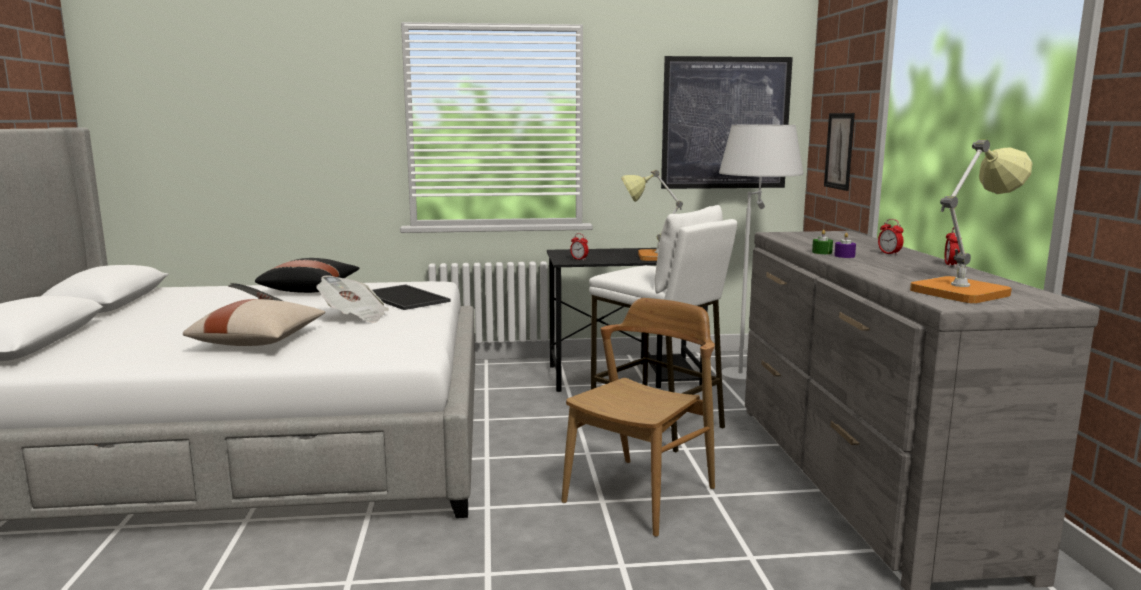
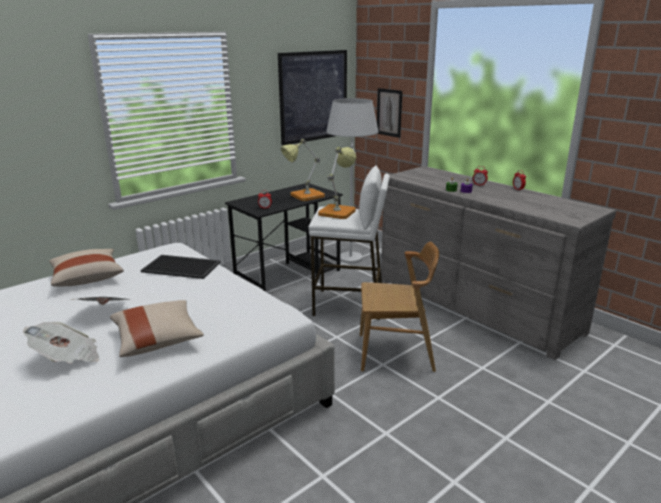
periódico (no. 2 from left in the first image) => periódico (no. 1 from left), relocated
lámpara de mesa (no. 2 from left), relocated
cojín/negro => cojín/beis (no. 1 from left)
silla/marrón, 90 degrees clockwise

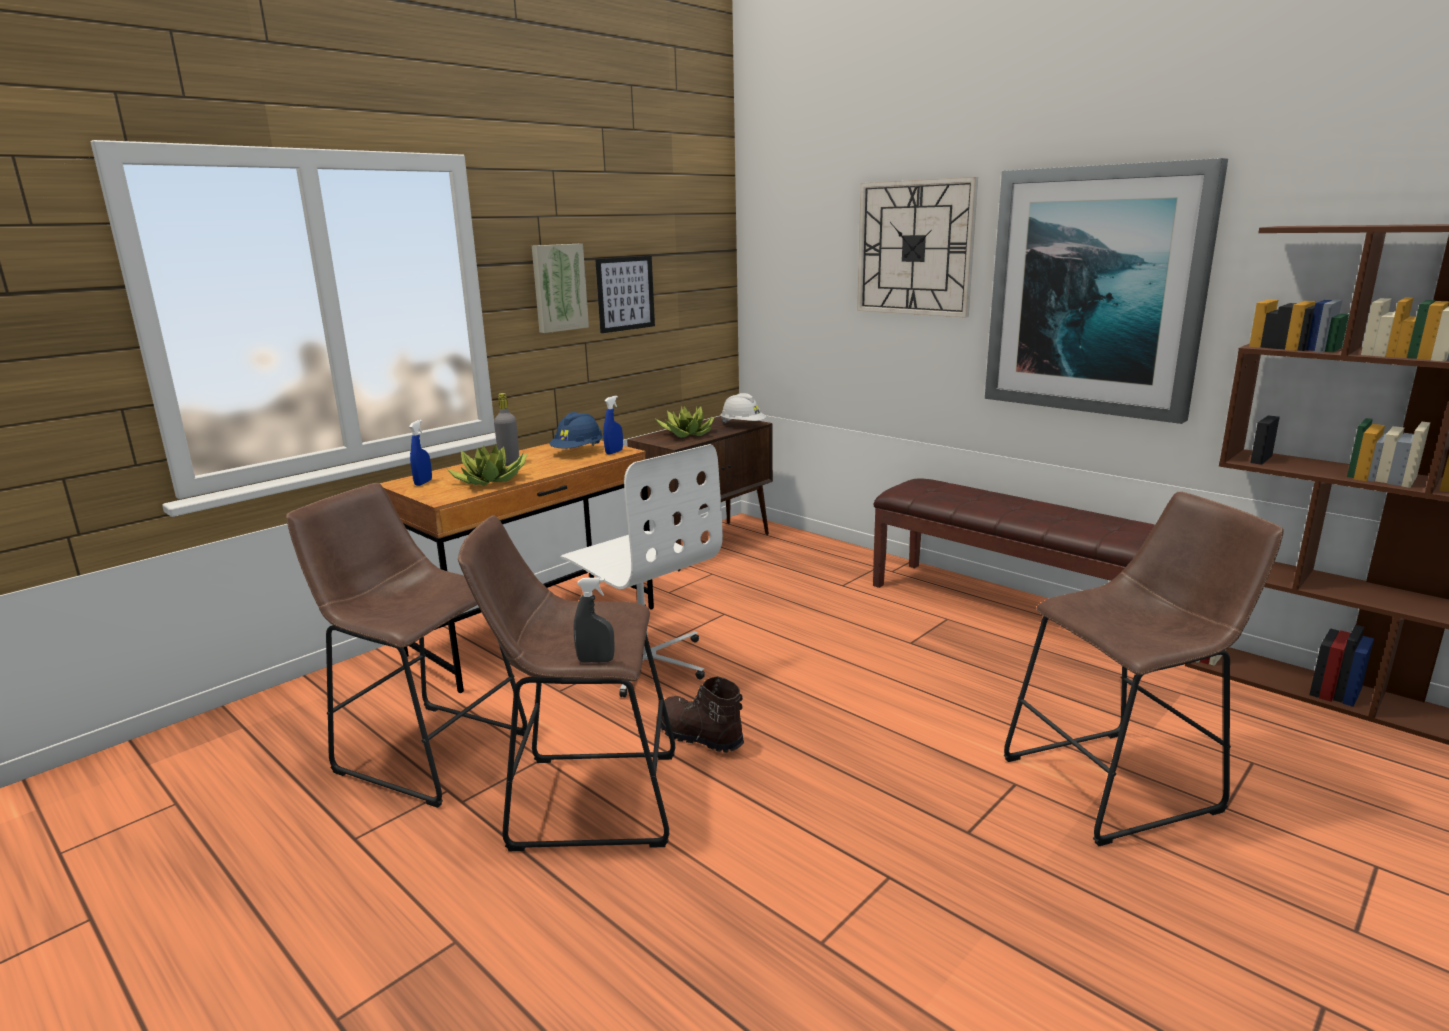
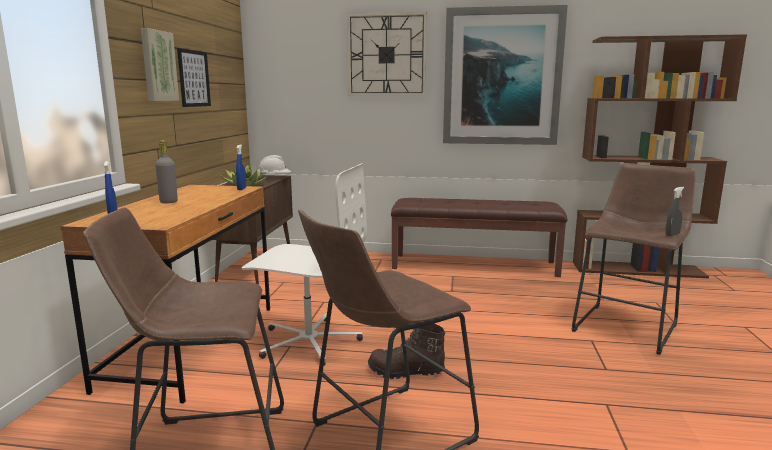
planta en maceta (no. 1 from left) => nothing
casco/azul => nothing
pulverizador/gris, relocated

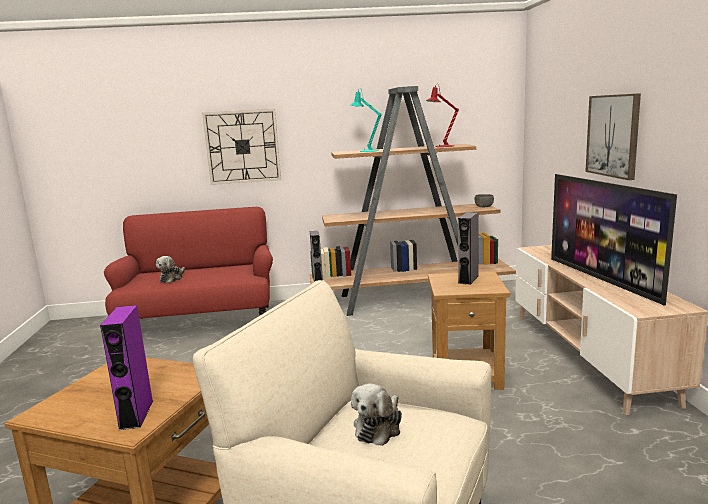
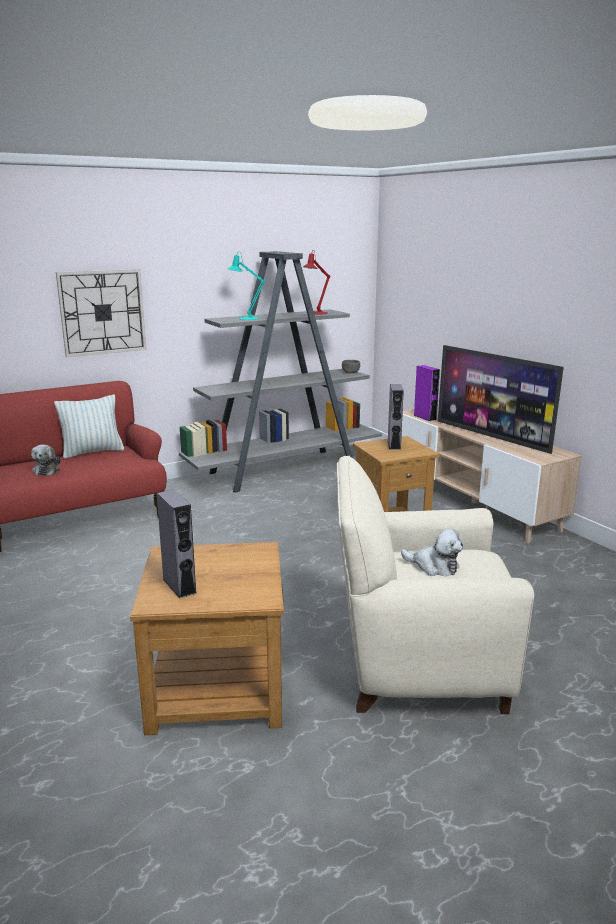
cuadro => nothing
nothing => cojín
altavoz/morado, relocated
altavoz/gris (no. 1 from left), relocated
estantería/marrón => estantería/gris
peluche (no. 2 from left), 60 degrees counterclockwise

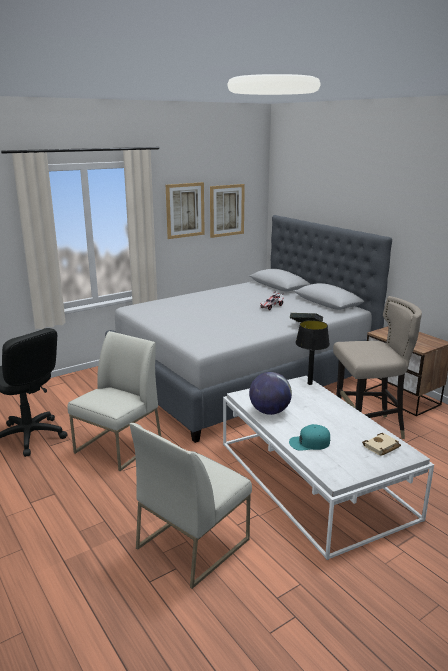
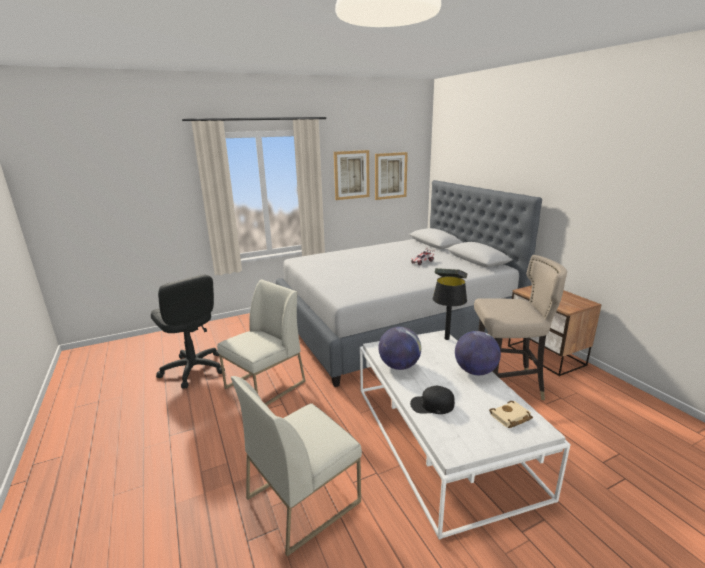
nothing => globo terráqueo (no. 2 from left)
gorra/turquesa => gorra/negro

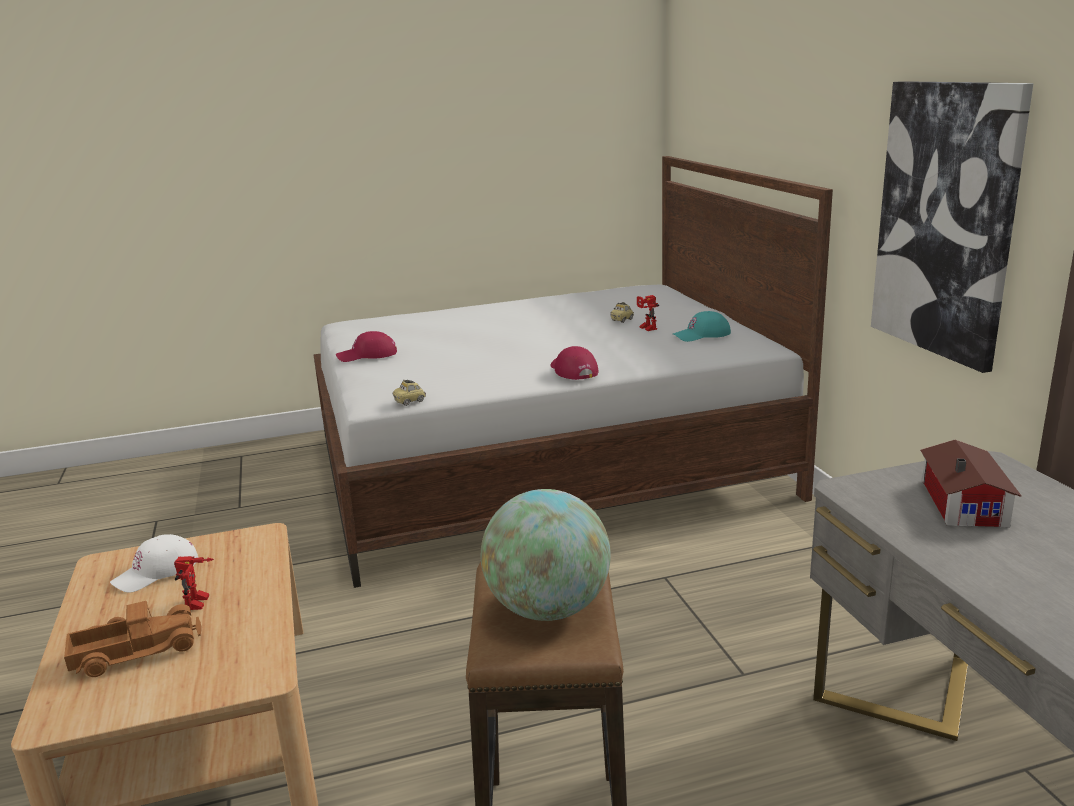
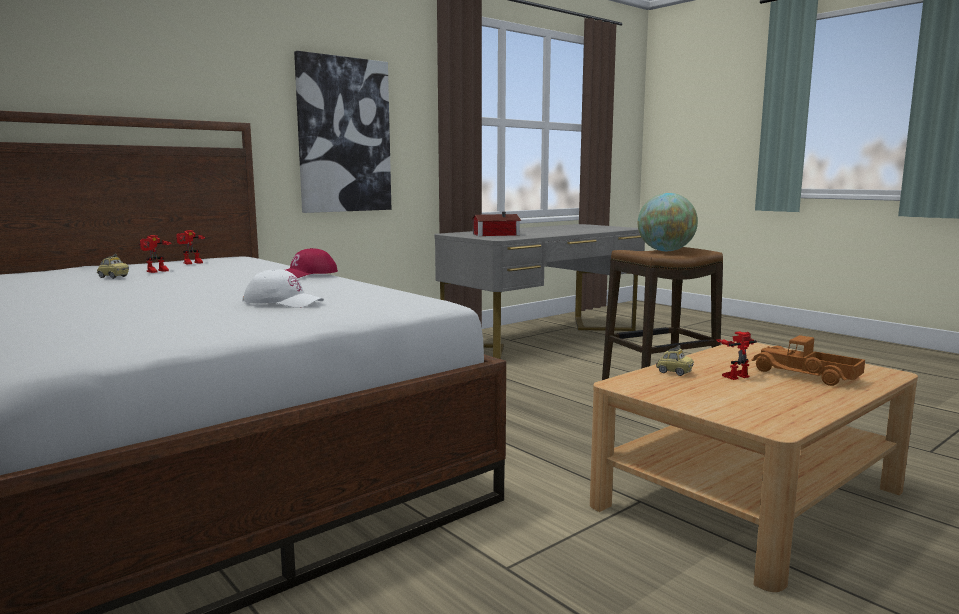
gorra/rojo (no. 1 from left) => nothing
gorra/blanco, relocated
coche de juguete (no. 1 from left in the first image) => coche de juguete (no. 2 from left), relocated
gorra/turquesa => robot de juguete (no. 2 from left)

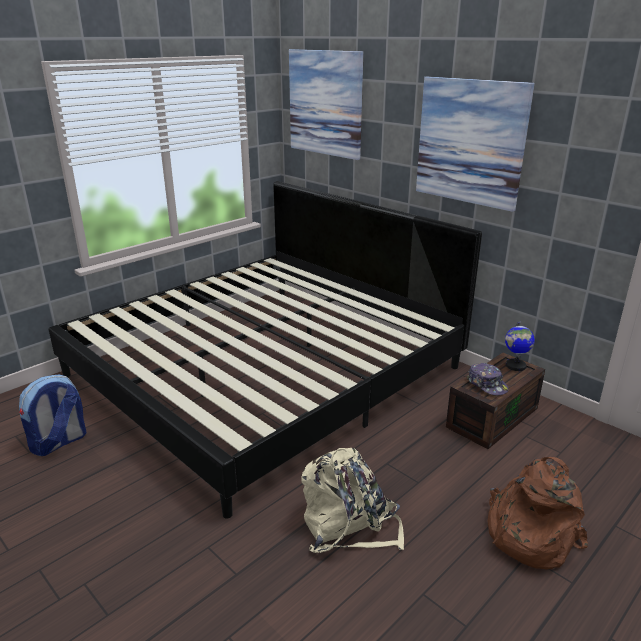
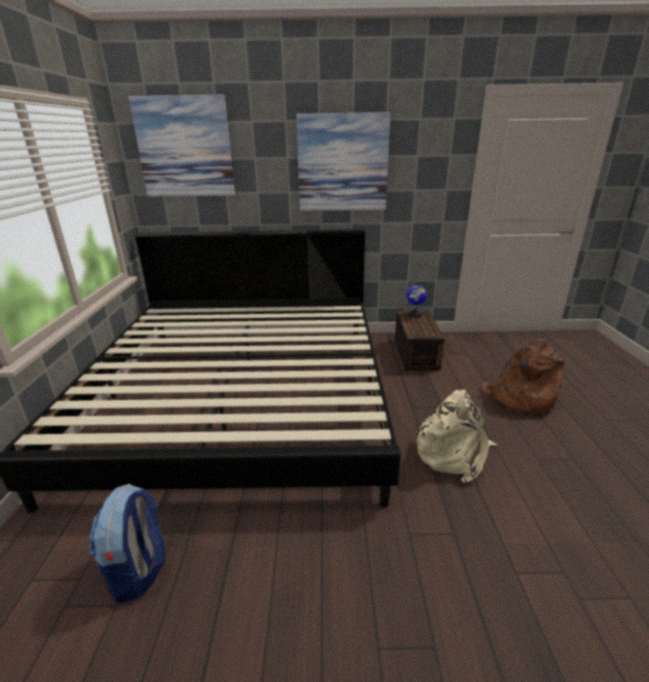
gorra => nothing

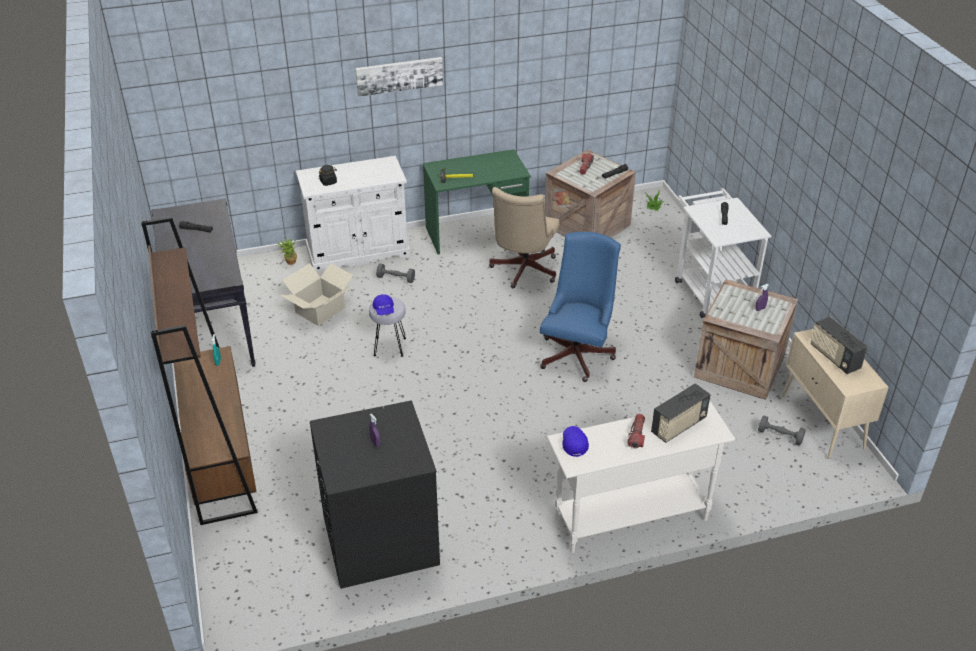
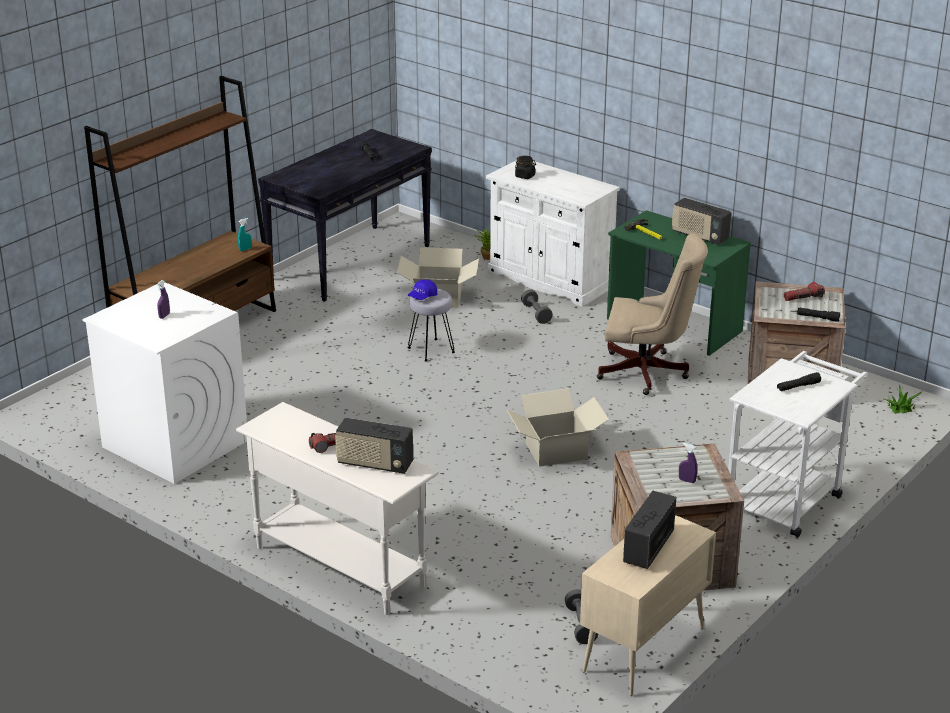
cuadro => nothing
gorra/azul (no. 2 from left) => nothing
nothing => radio (no. 3 from left)
silla de oficina/azul => caja de cartón (no. 2 from left)
lavadora/negro => lavadora/blanco
silla de oficina/beis, 150 degrees counterclockwise

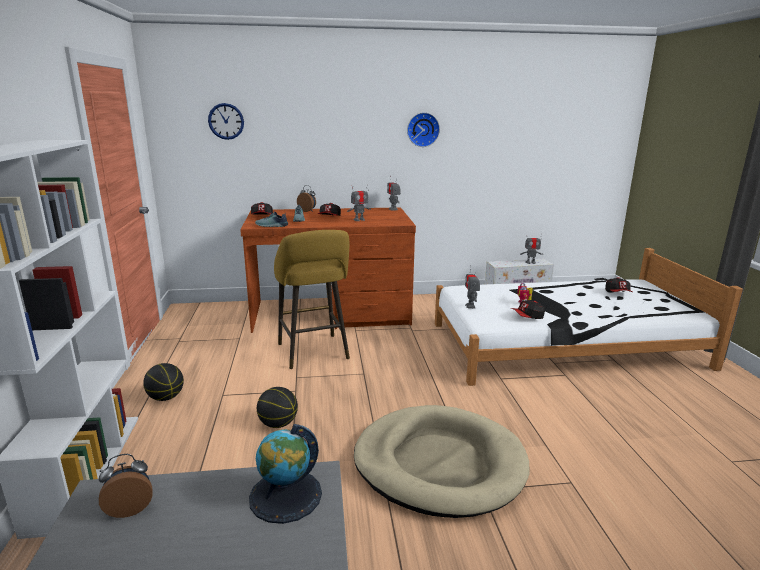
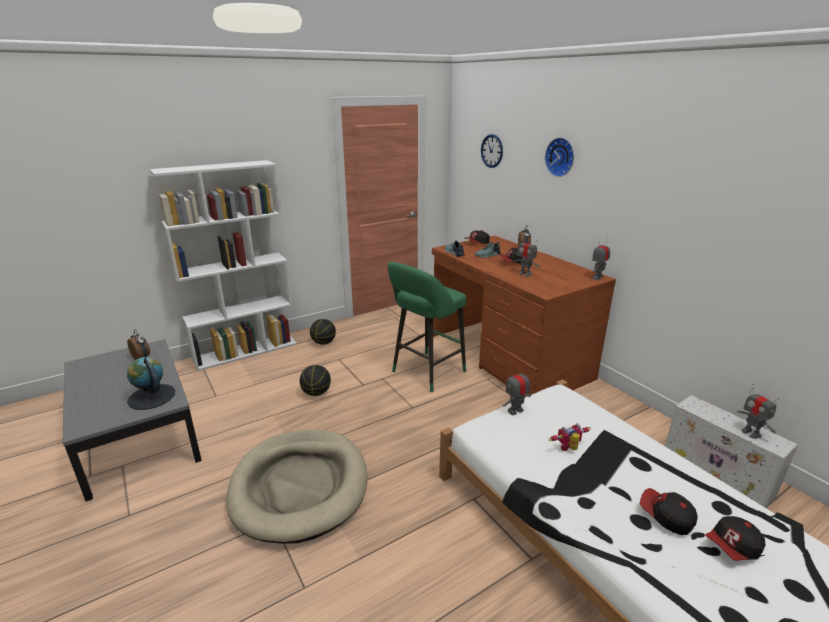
reloj de pared (no. 2 from left), relocated
gorra (no. 3 from left), relocated
taburete/amarillo => taburete/verde

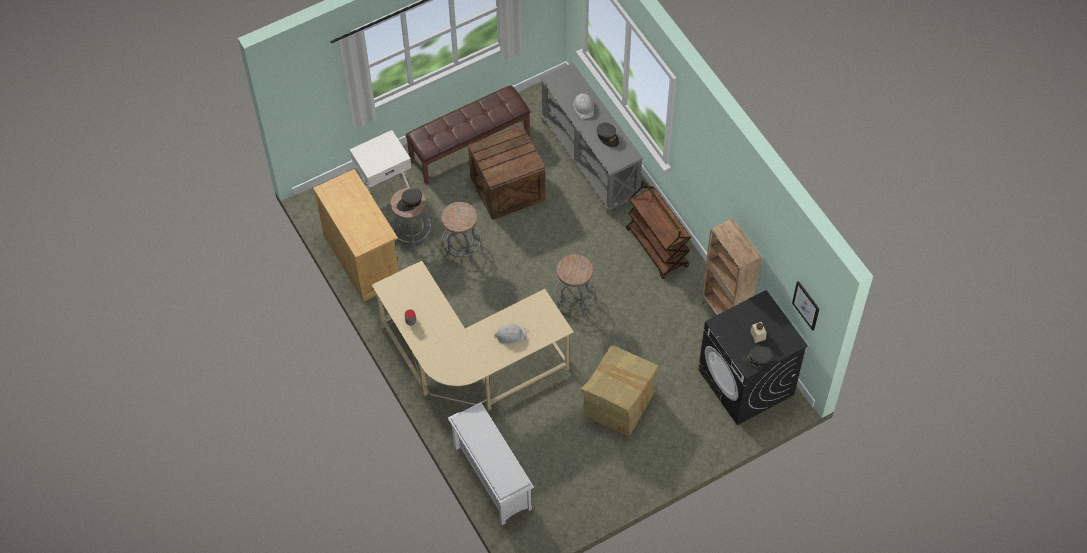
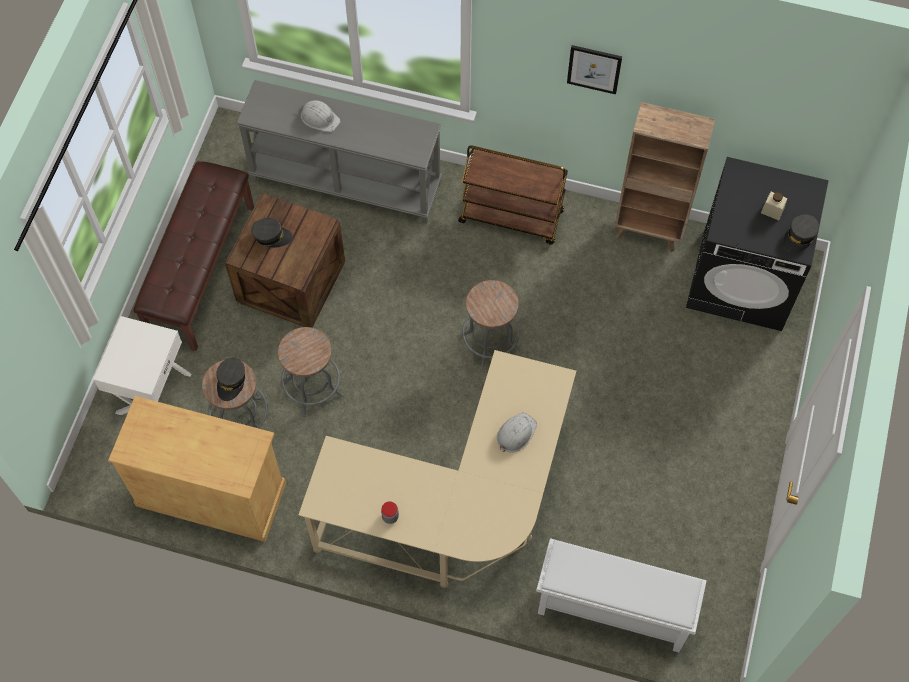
caja de cartón => nothing
gorra/gris (no. 2 from left), relocated
cuadro, relocated

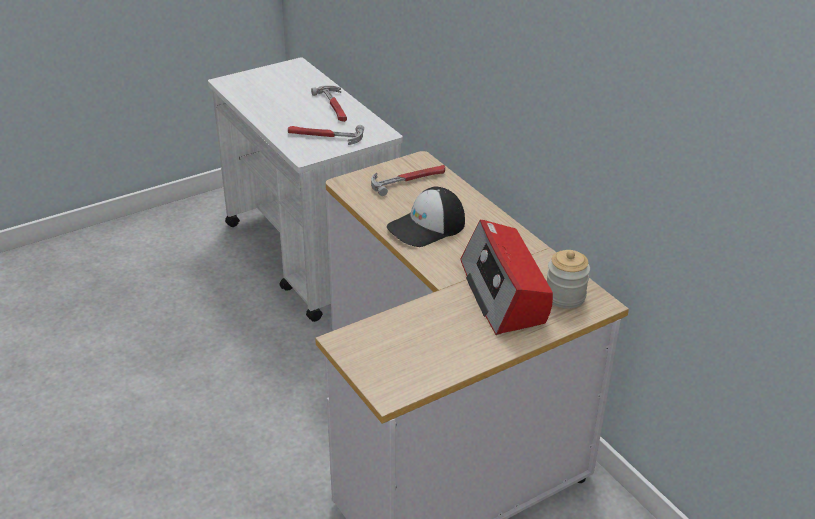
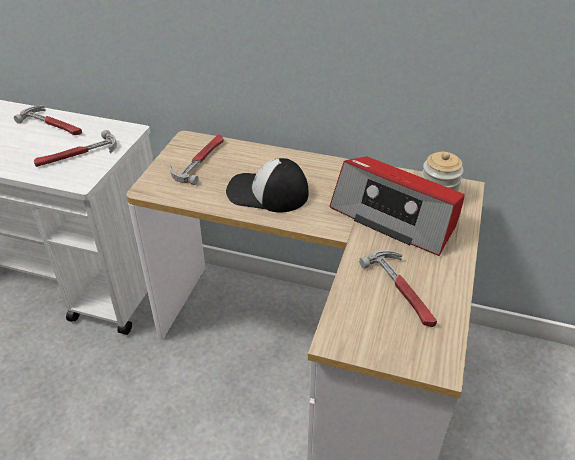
nothing => martillo (no. 4 from left)
gorra, 90 degrees clockwise

